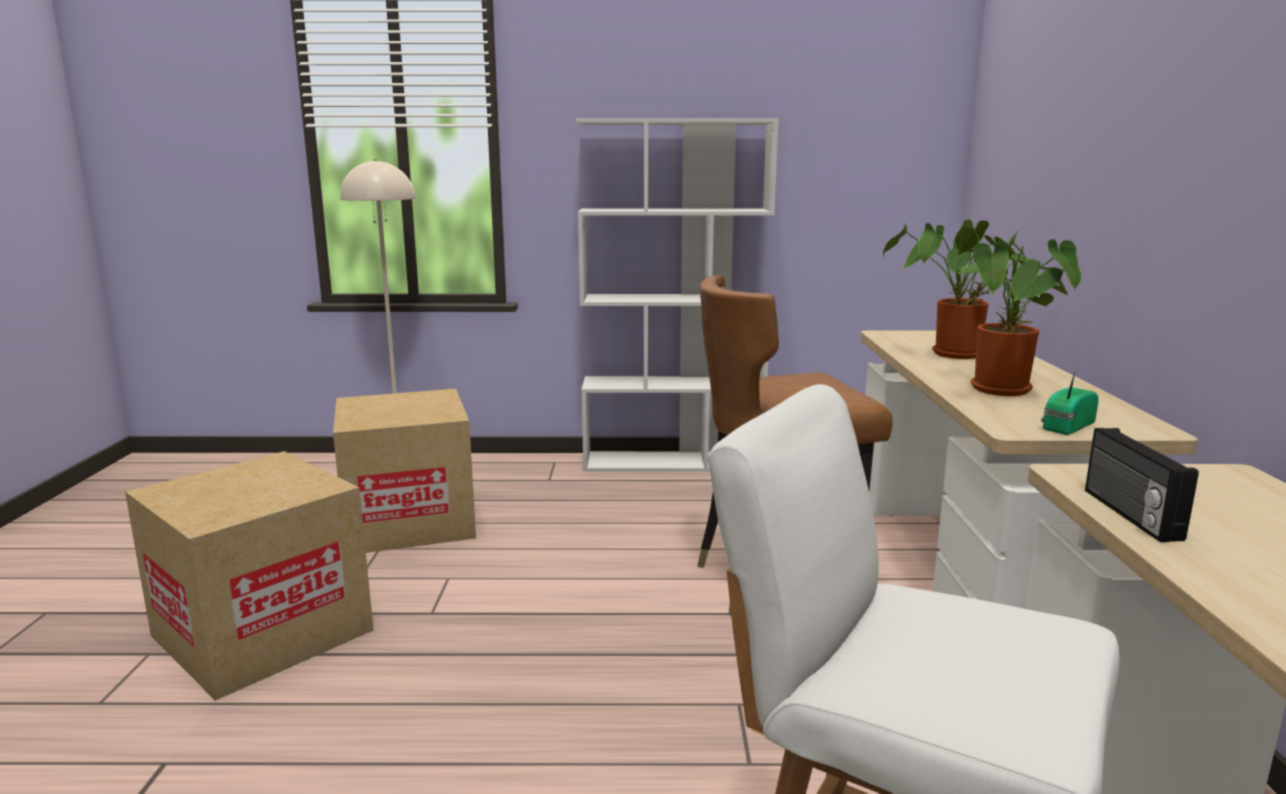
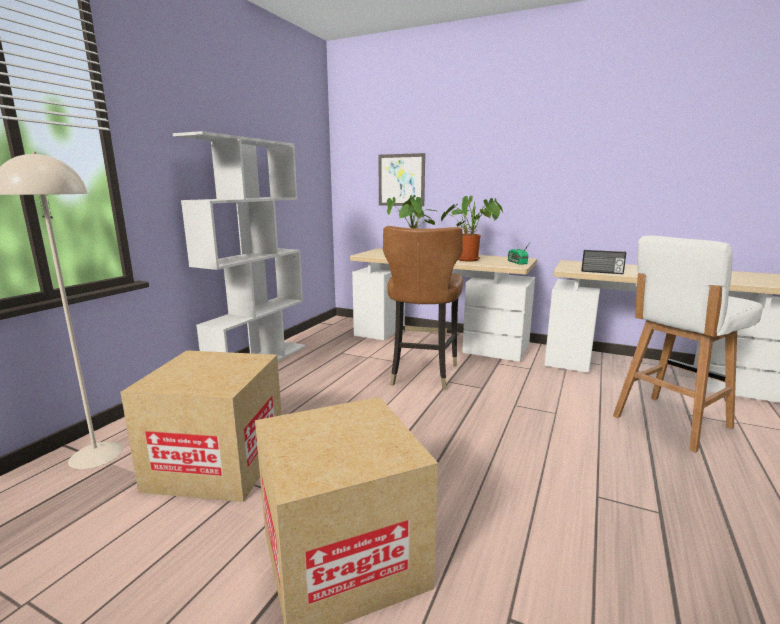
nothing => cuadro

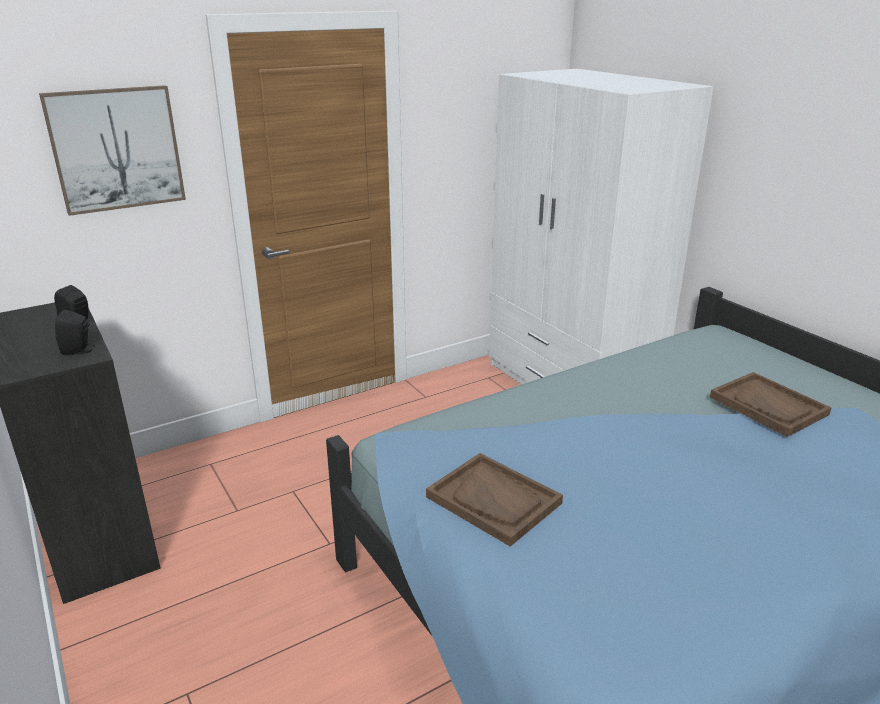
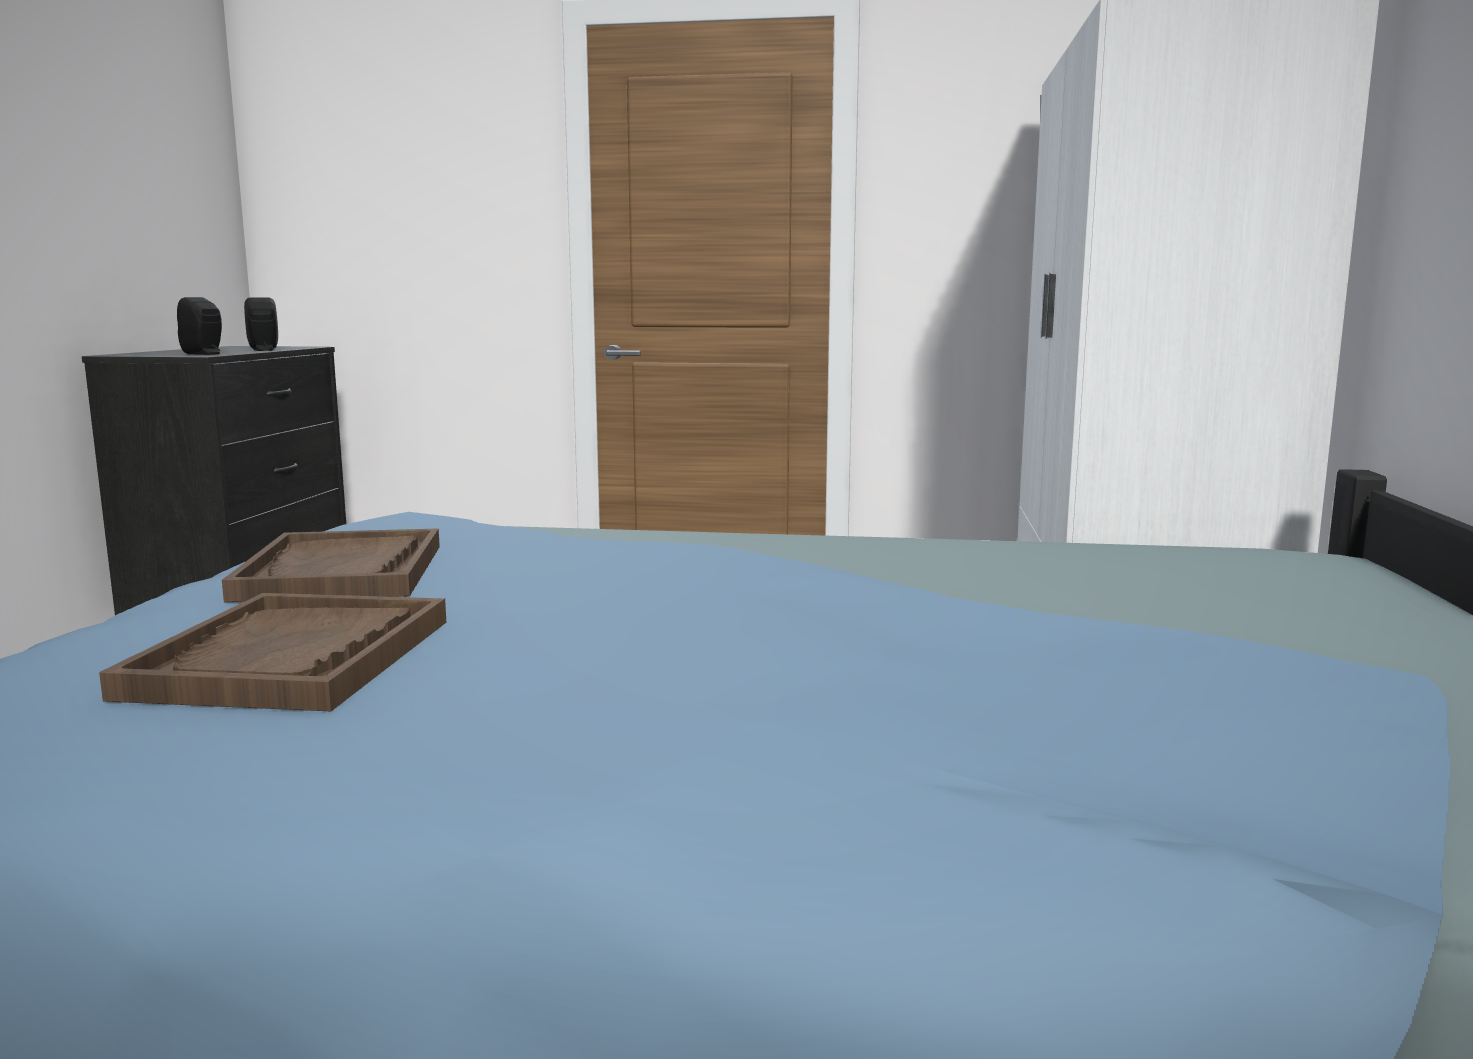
cuadro => nothing
bandeja/marrón (no. 2 from left in the first image) => bandeja/marrón (no. 1 from left), relocated

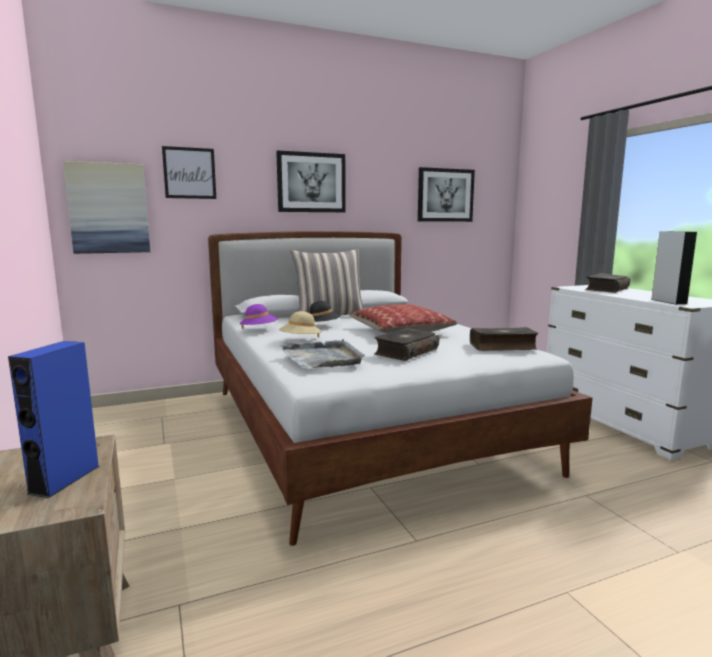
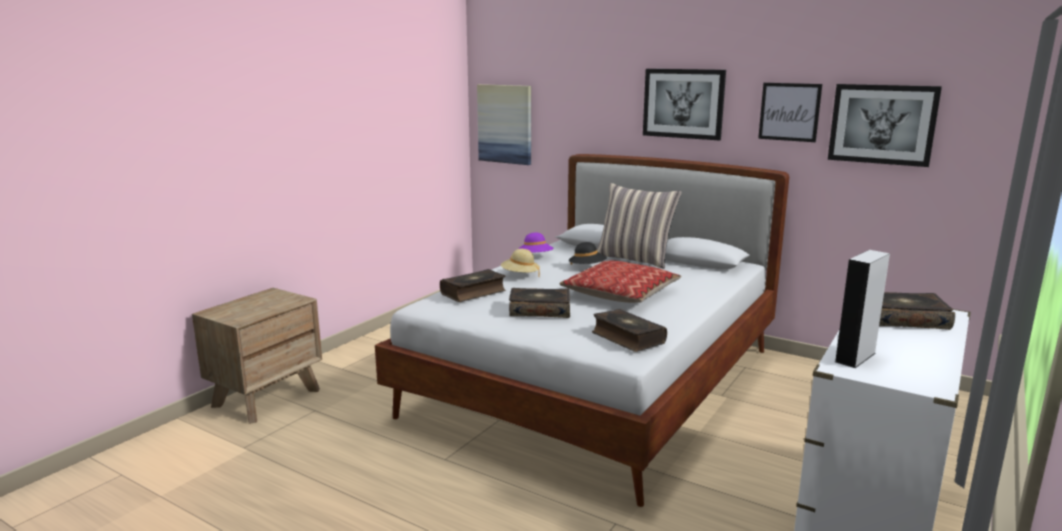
altavoz/azul => nothing
cuadro (no. 2 from left in the first image) => cuadro (no. 3 from left), relocated
bandeja/gris => libro (no. 1 from left)

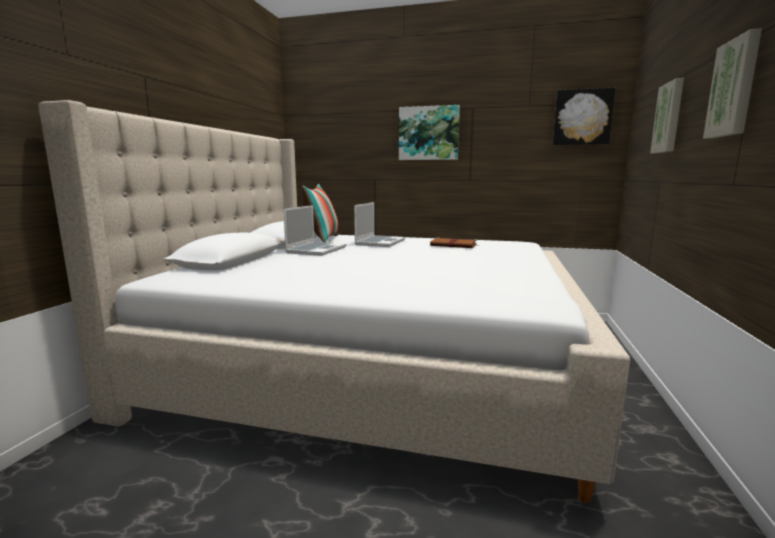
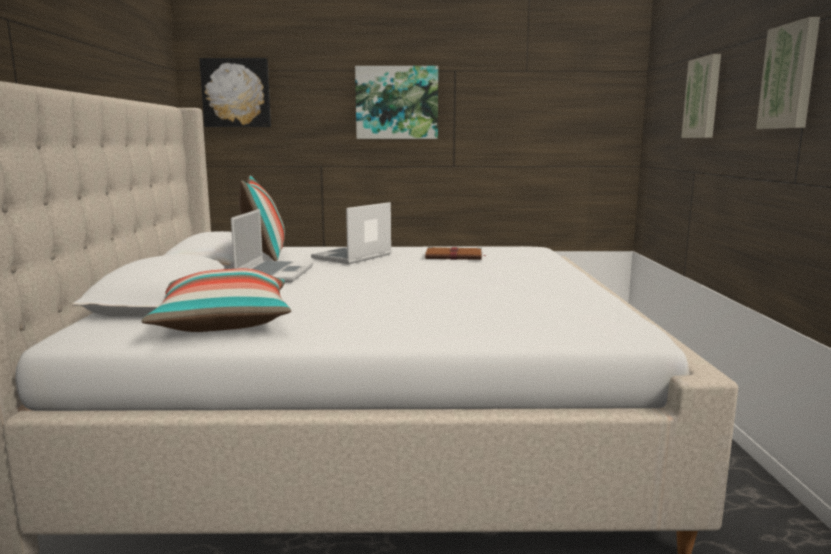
nothing => cojín (no. 1 from left)
cuadro (no. 2 from left in the first image) => cuadro (no. 1 from left), relocated
portátil (no. 2 from left), 150 degrees counterclockwise

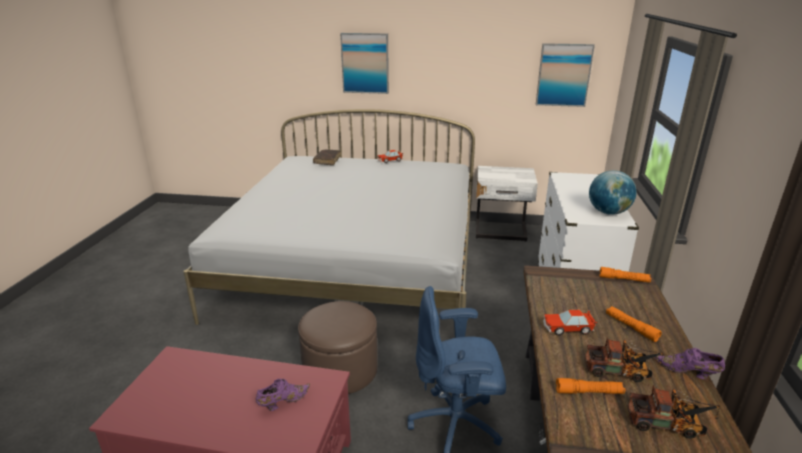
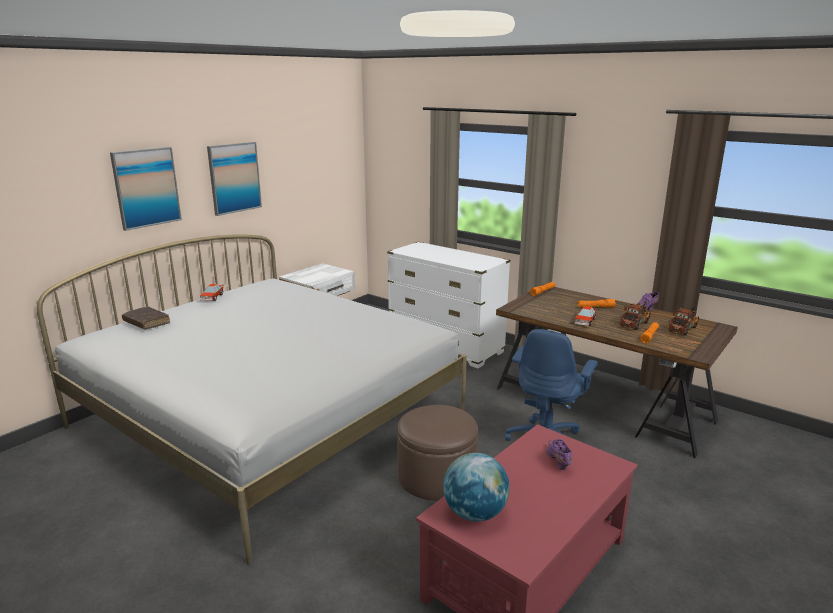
cuadro (no. 2 from left), relocated
globo terráqueo, relocated

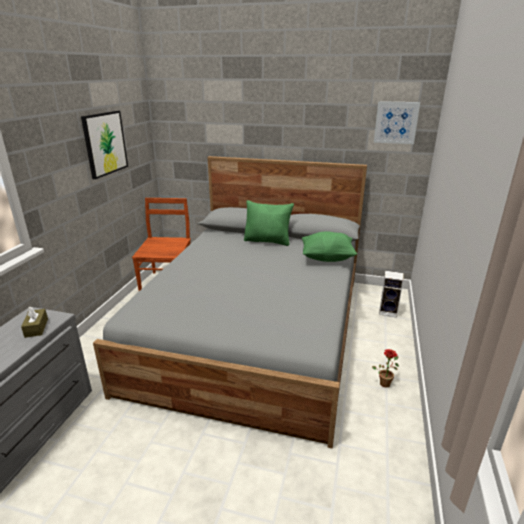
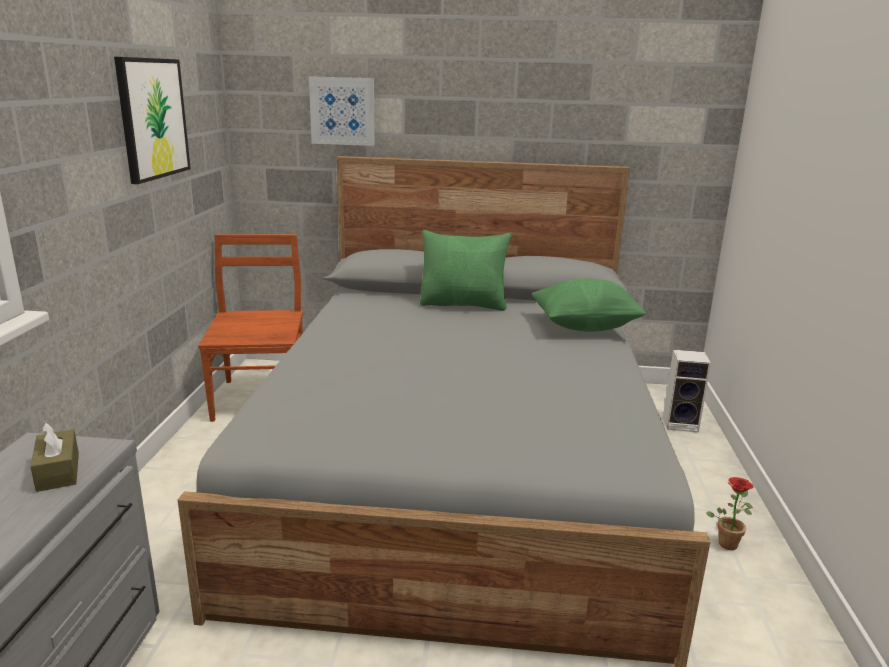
cuadro (no. 2 from left), relocated

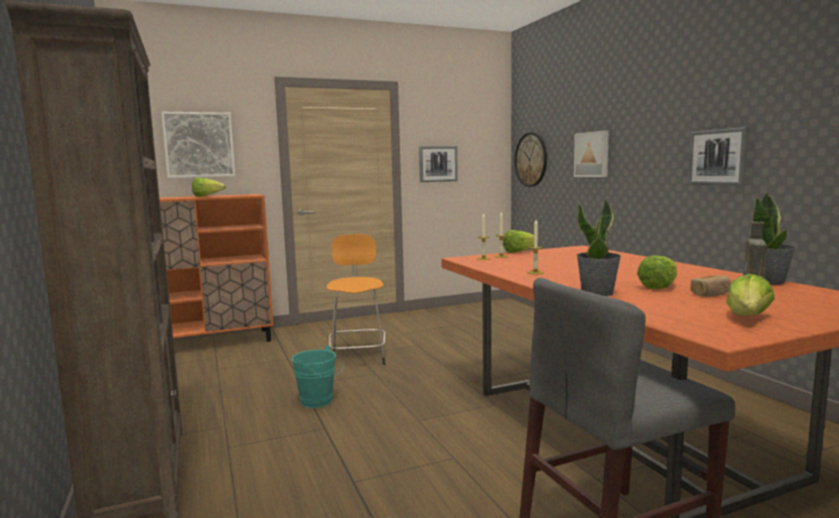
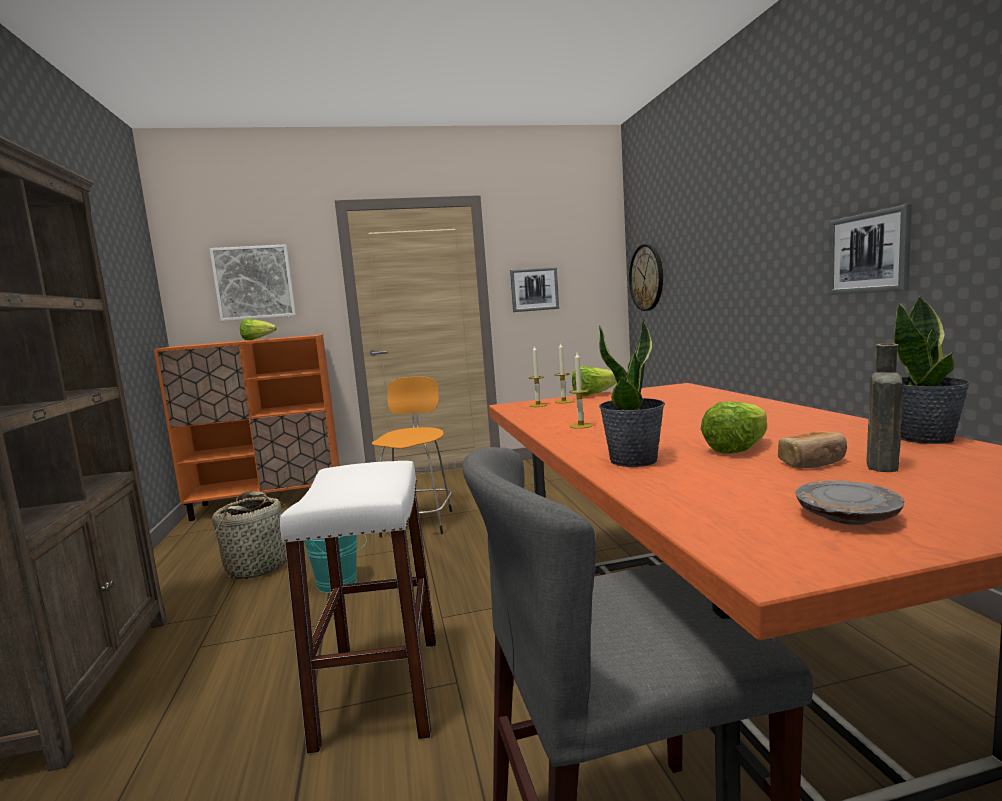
cuadro (no. 3 from left) => nothing
nothing => cesta
nothing => taburete/blanco
lechuga (no. 4 from left) => plato/gris

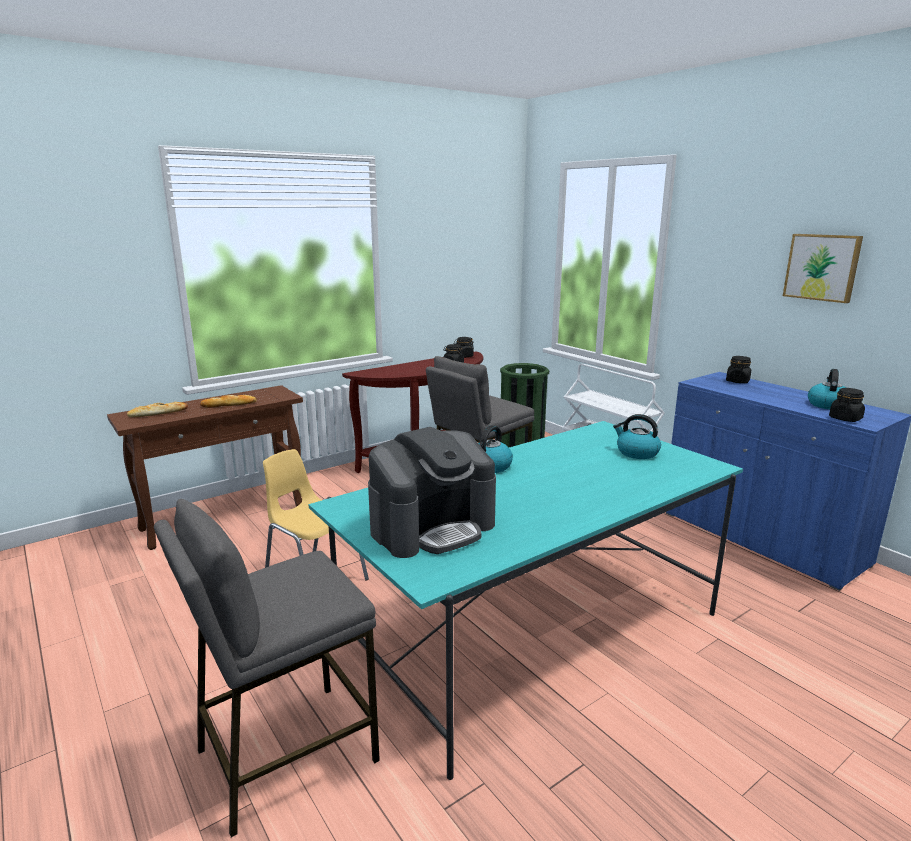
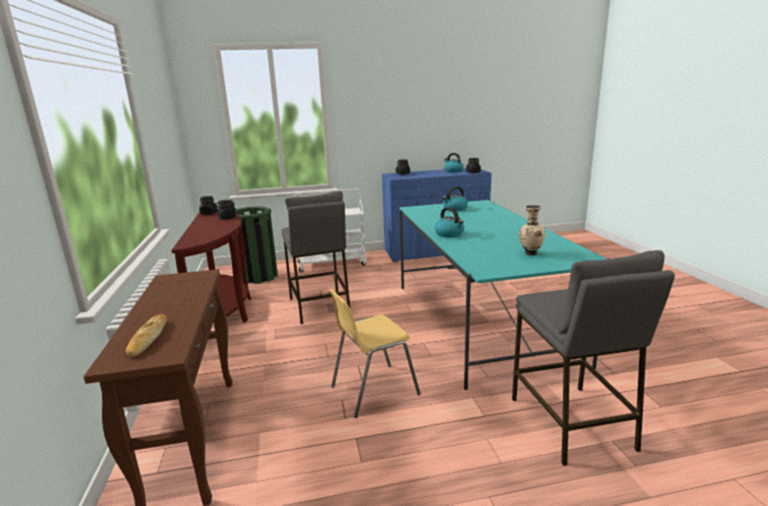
pan (no. 2 from left) => nothing
cuadro => nothing
cafetera => florero/beis

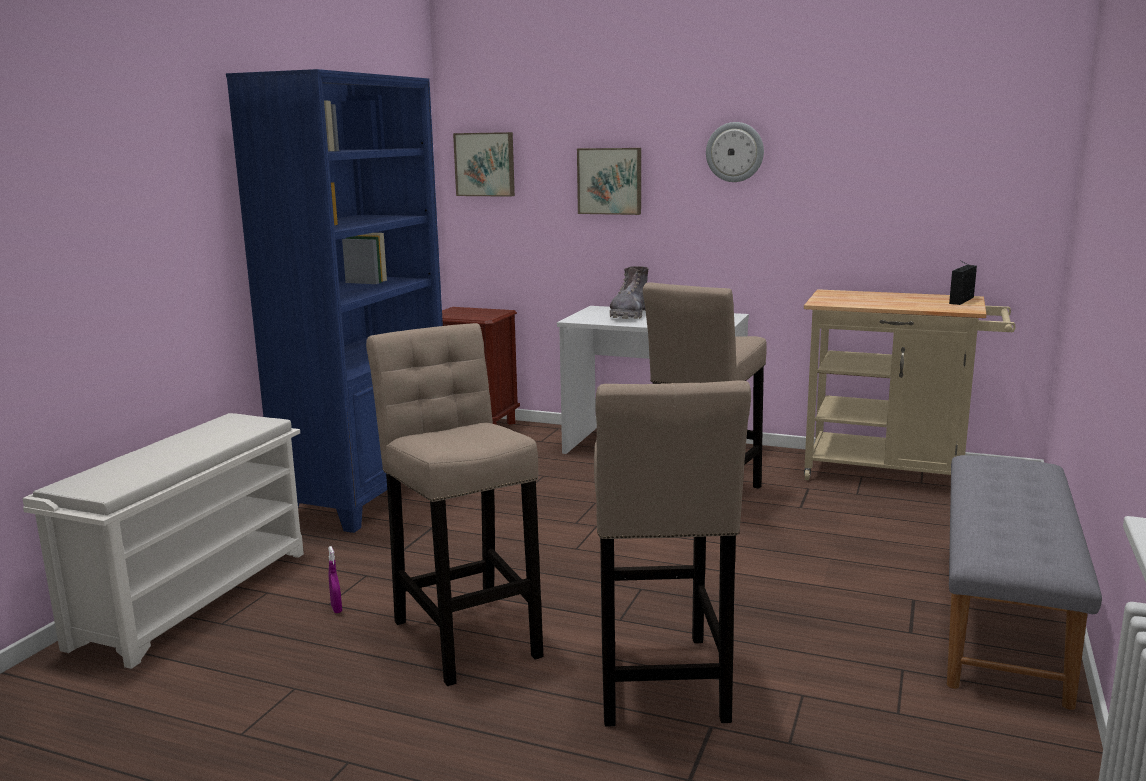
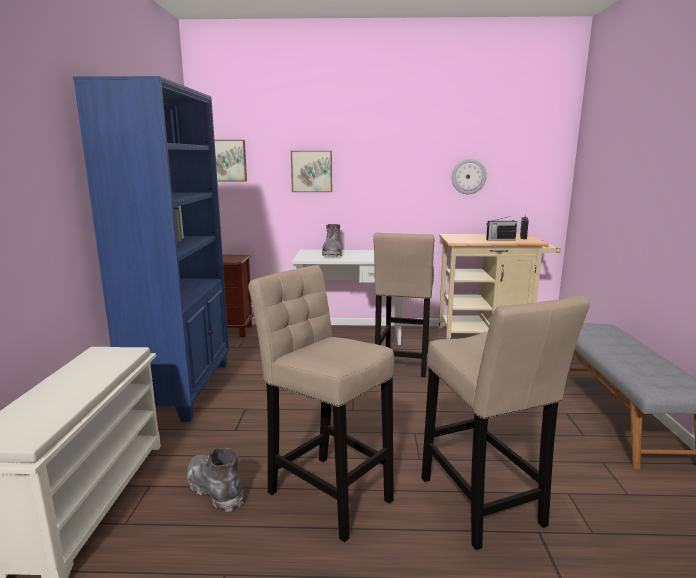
nothing => radio (no. 1 from left)
reloj de pared, relocated
pulverizador/morado => bota/gris (no. 1 from left)

